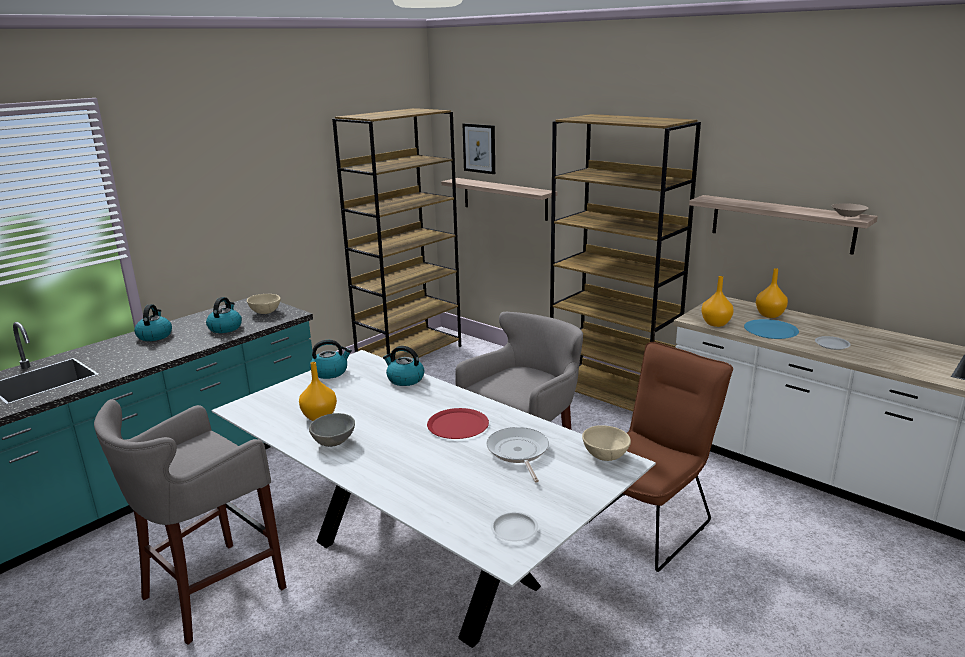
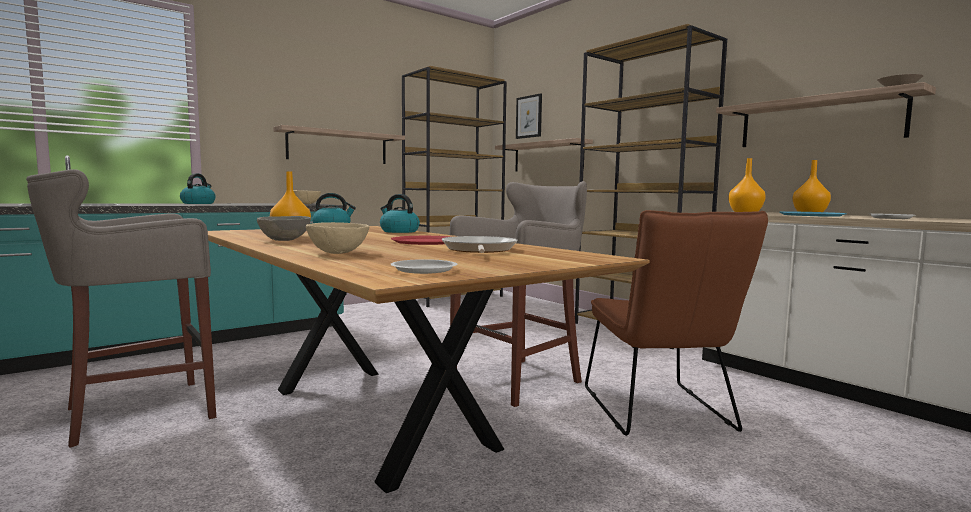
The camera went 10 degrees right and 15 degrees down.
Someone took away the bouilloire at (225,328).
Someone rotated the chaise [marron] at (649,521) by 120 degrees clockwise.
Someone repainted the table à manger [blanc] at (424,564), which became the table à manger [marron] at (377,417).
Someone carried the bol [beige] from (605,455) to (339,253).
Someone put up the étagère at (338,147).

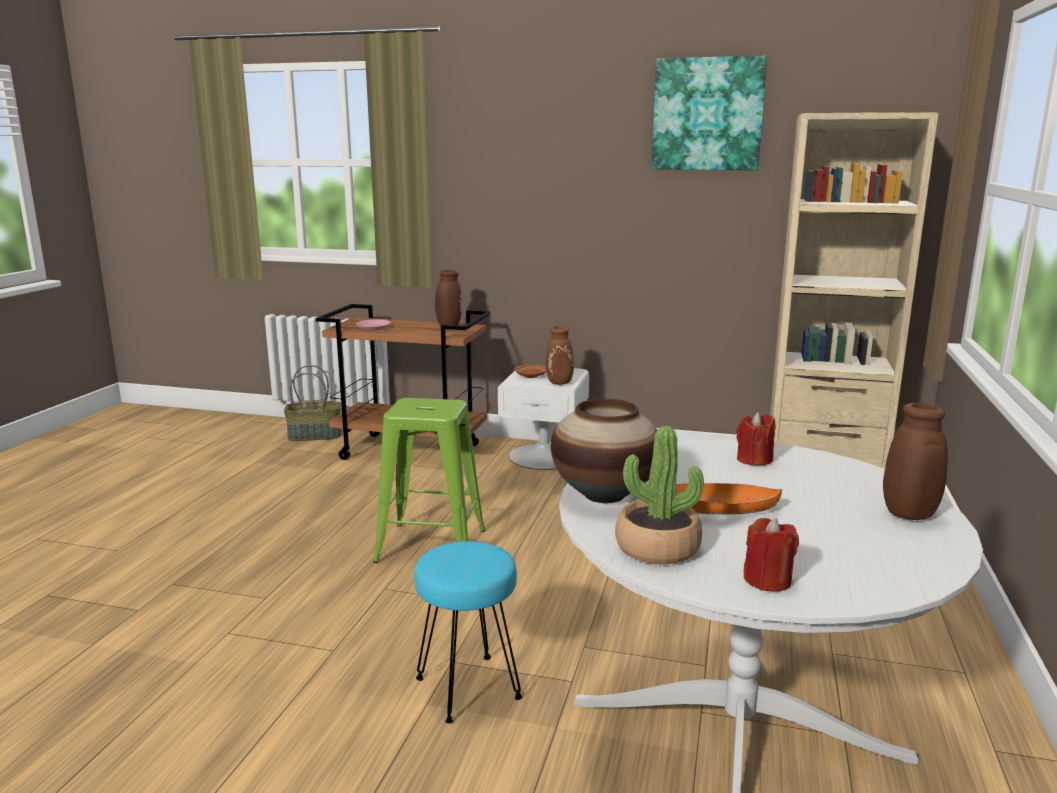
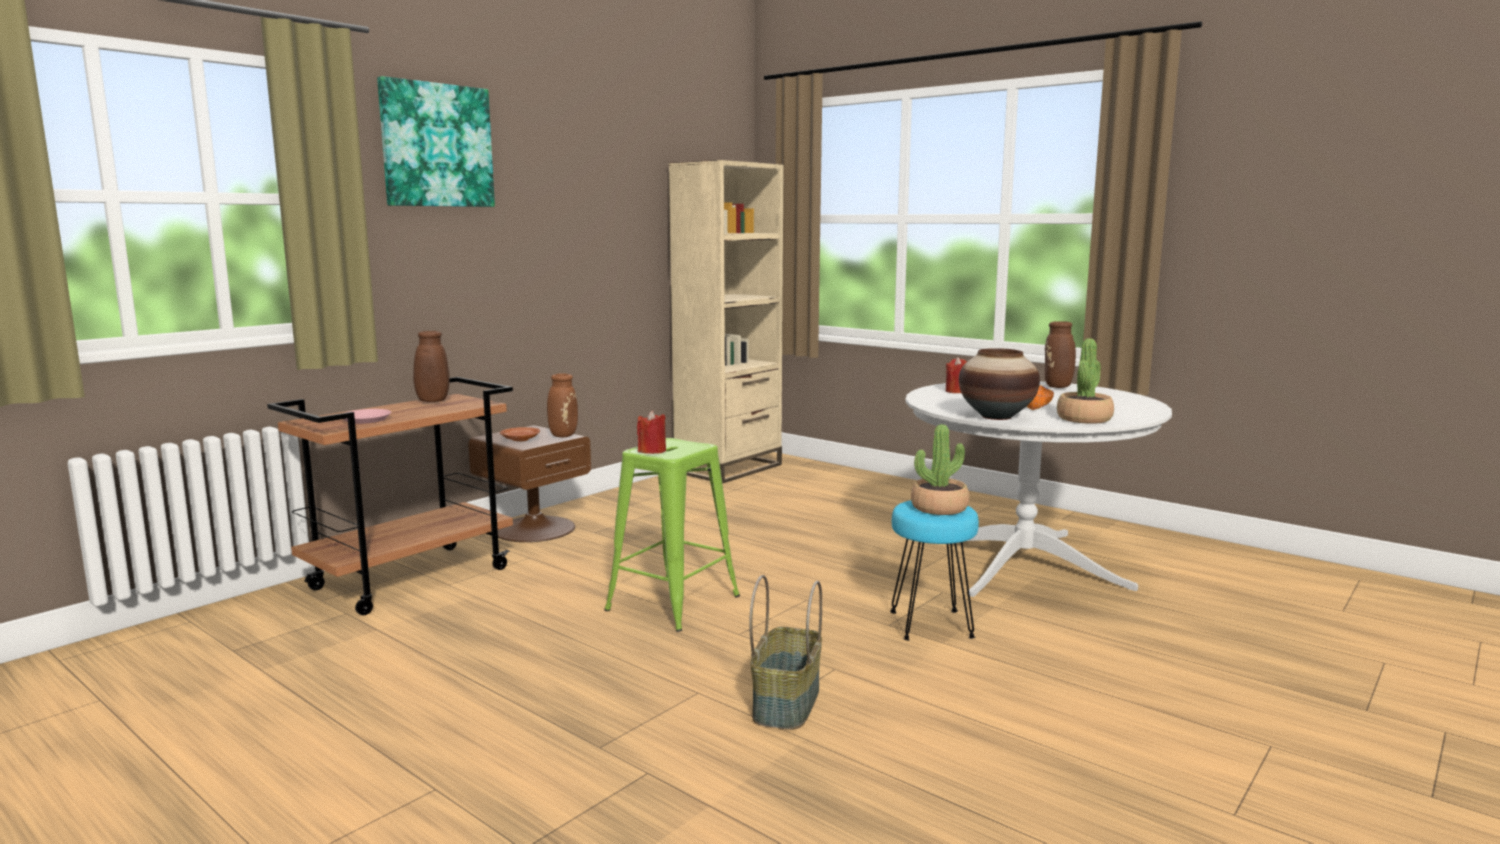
The camera went 65 degrees left and 5 degrees down.
Someone carried the tableau from (707,114) to (436,145).
Someone carried the panier from (315,435) to (785,703).
Someone repainted the table de chevet [blanc] at (544,456), which became the table de chevet [marron] at (534,528).
Someone carried the bougie [rouge] from (767,580) to (652,451).
Someone put down the plante en pot at (939,508).

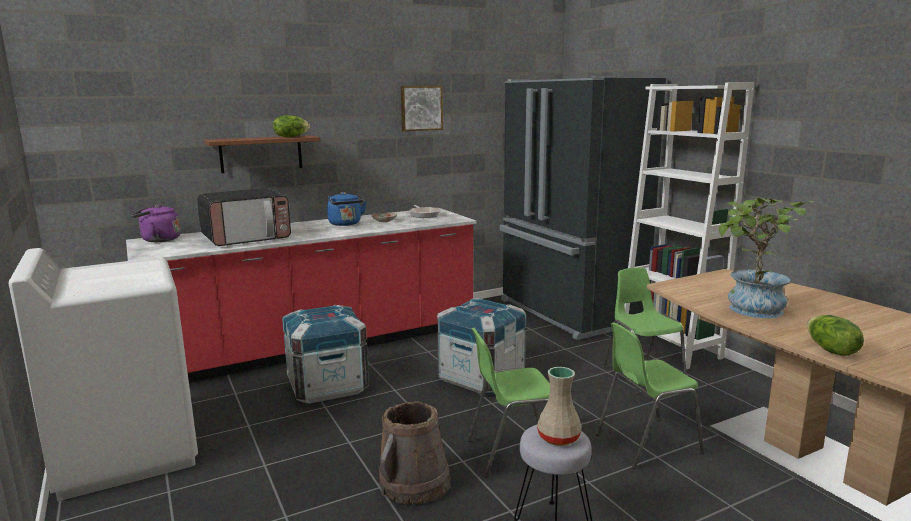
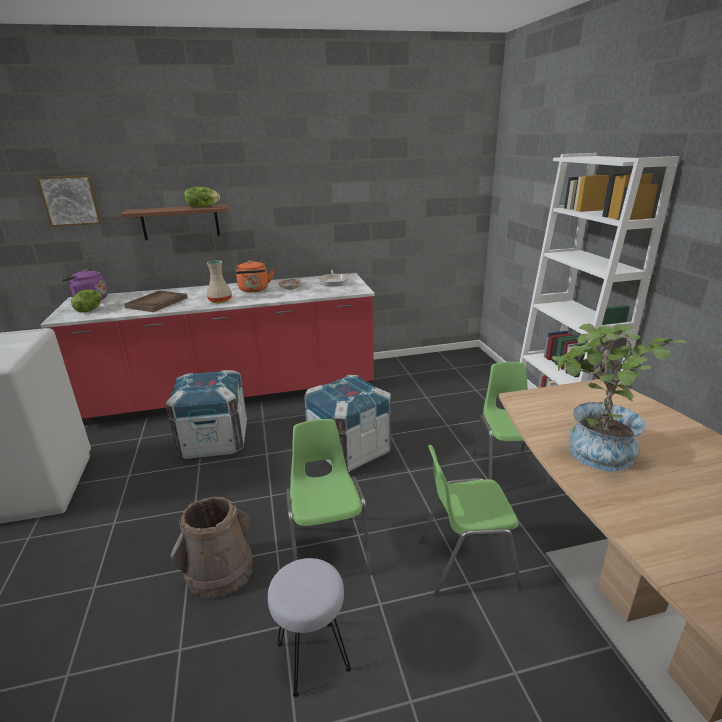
The camera went 15 degrees right and 10 degrees up.
Someone took away the réfrigérateur [noir] at (568,313).
Someone carried the tableau from (421,108) to (71,200).
Someone swapped the micro-ondes at (247,238) for the plateau [marron] at (157,302).
Someone repainted the bouilloire [bleu] at (346,224), which became the bouilloire [orange] at (254,290).
Someone carried the laitue from (830,350) to (89,310).
Someone rotated the chaise [vert] at (513,453) by 75 degrees clockwise.
Someone carried the vase [beige] from (559,437) to (221,301).

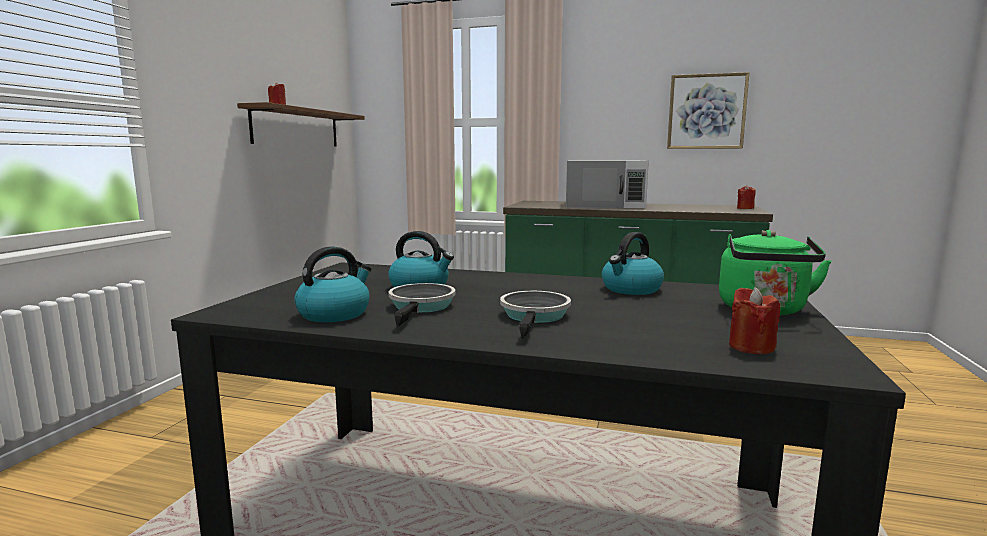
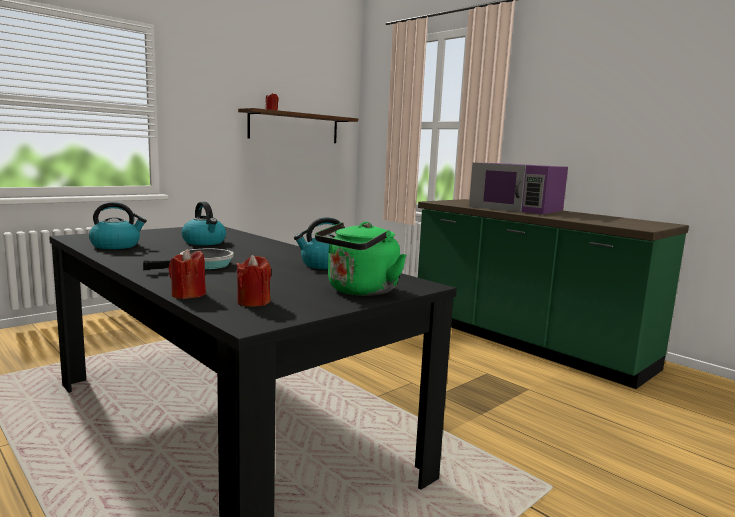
The camera went 30 degrees right and 0 degrees up.
Someone took away the tableau at (706,112).
Someone repainted the micro-ondes [blanc] at (604,205), which became the micro-ondes [violet] at (516,208).
Someone carried the bougie [rouge] from (745,208) to (188,295).
Someone took away the poêle at (421,307).

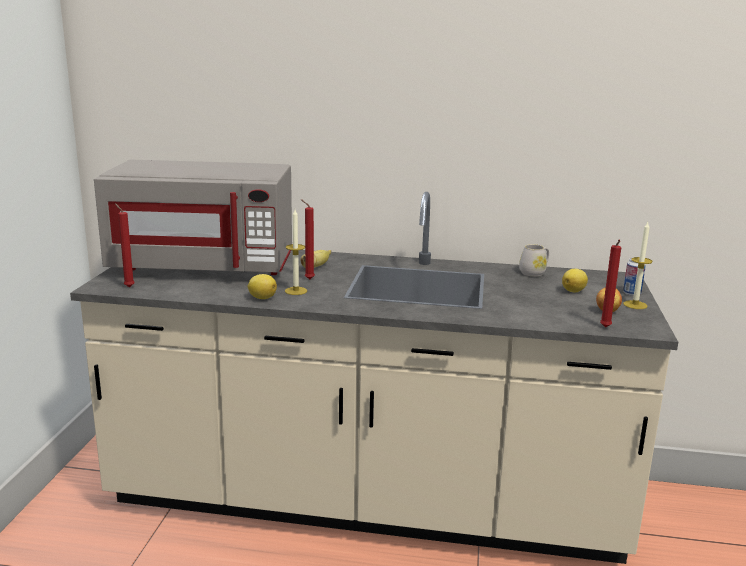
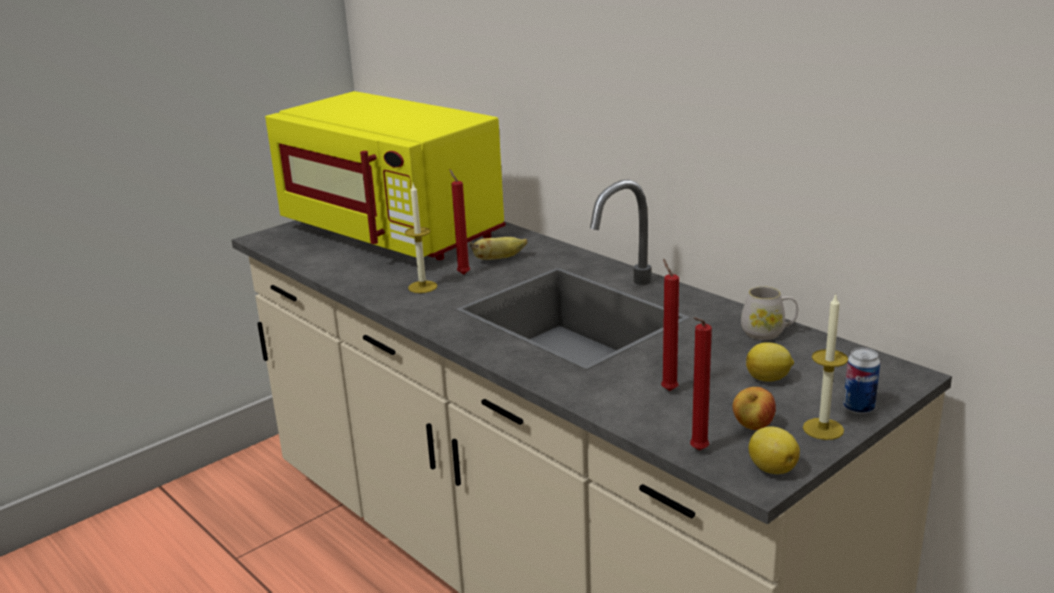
The camera went 40 degrees right and 5 degrees up.
Someone repainted the micro-ondes [gris] at (204,265), which became the micro-ondes [jaune] at (393,231).
Someone carried the bougie [rouge] from (128,287) to (668,389).
Someone carried the citron from (262,298) to (771,468).

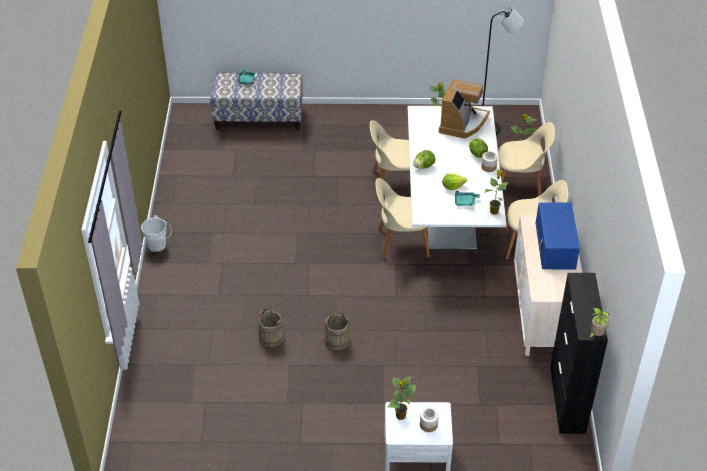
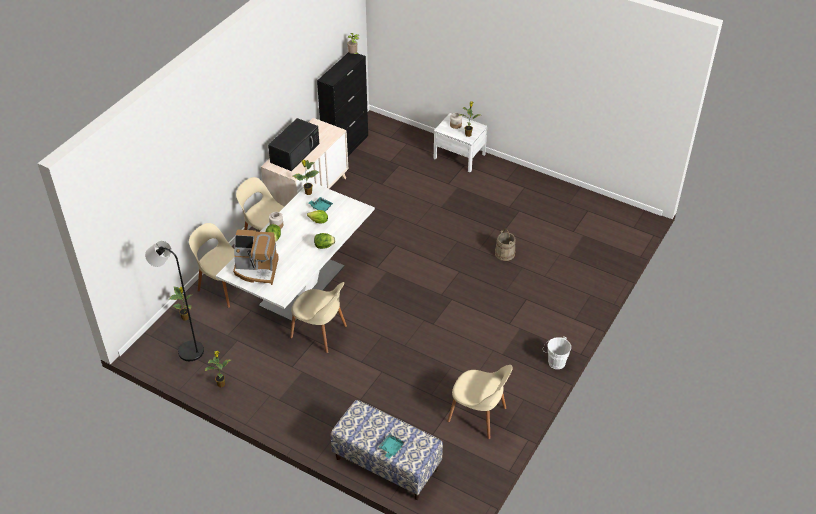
The camera went 150 degrees left and 0 degrees up.
Someone rotated the machine à café at (462,123) by 135 degrees counterclockwise.
Someone carried the chaise [beige] from (401,243) to (478,416).
Someone repainted the micro-ondes [bleu] at (555,246), which became the micro-ondes [noir] at (295,152).
Someone took away the seau [beige] at (337,340).

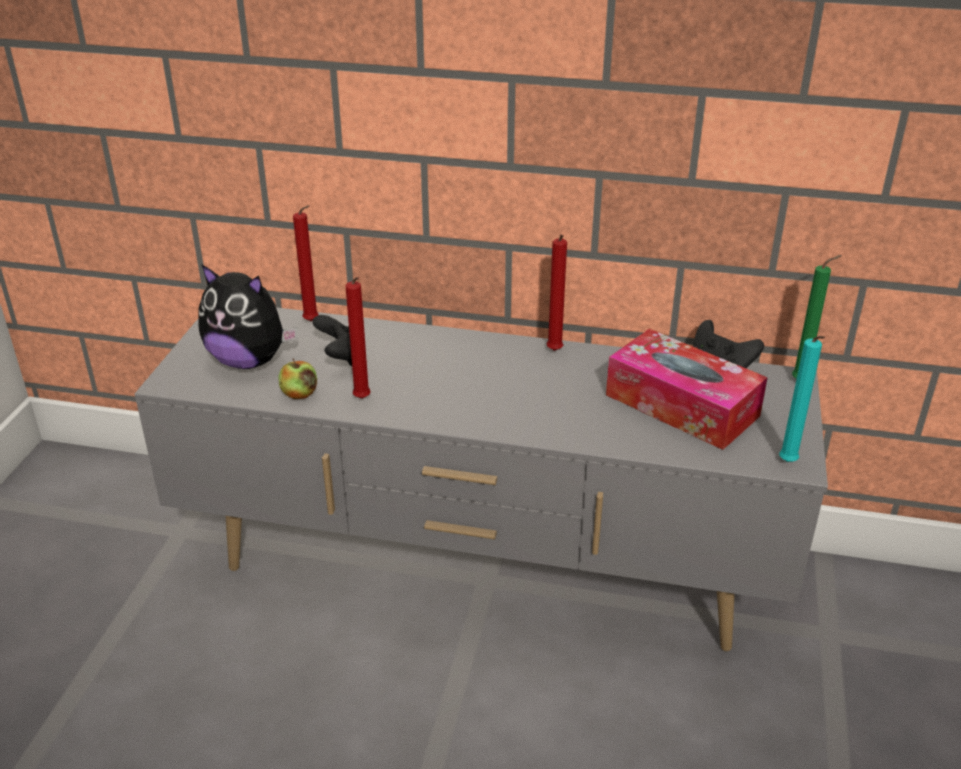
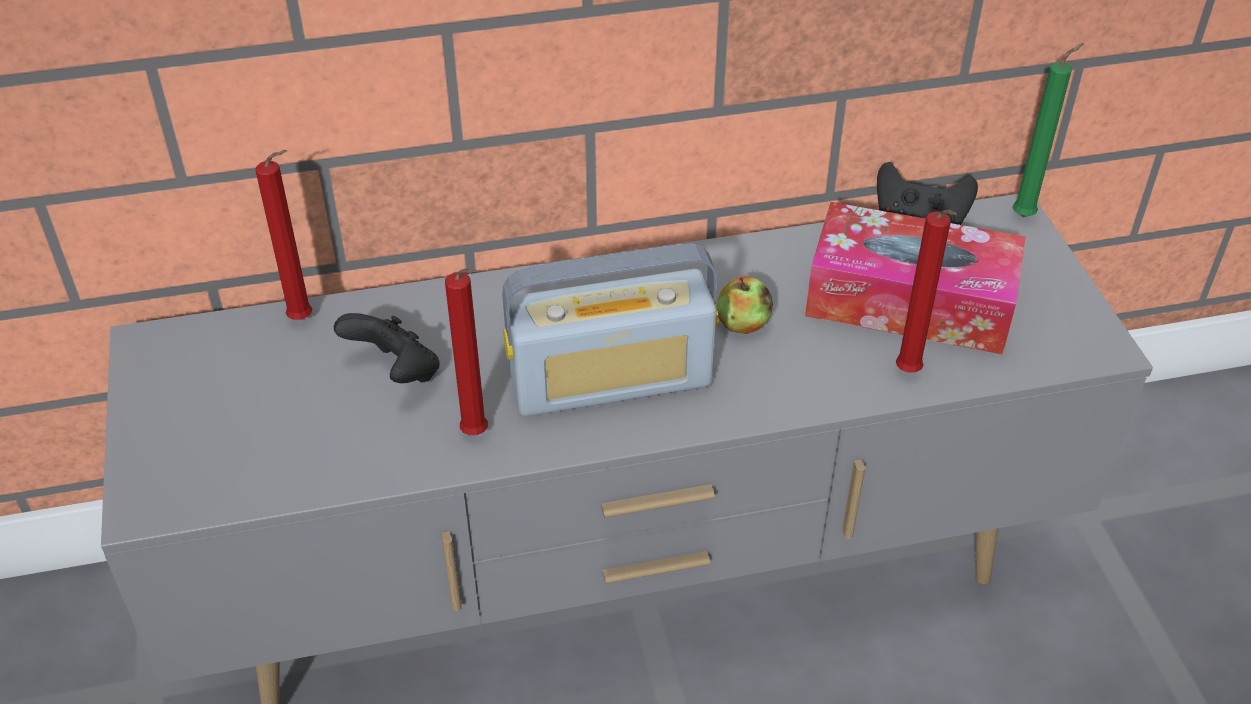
The camera went 25 degrees left and 10 degrees up.
Someone carried the bougie [rouge] from (554,352) to (910,374).
Someone took away the peluche at (249,361).
Someone took away the bougie [turquoise] at (788,464).
Someone carried the pomme from (299,394) to (743,323).
Someone put down the radio at (611,381).

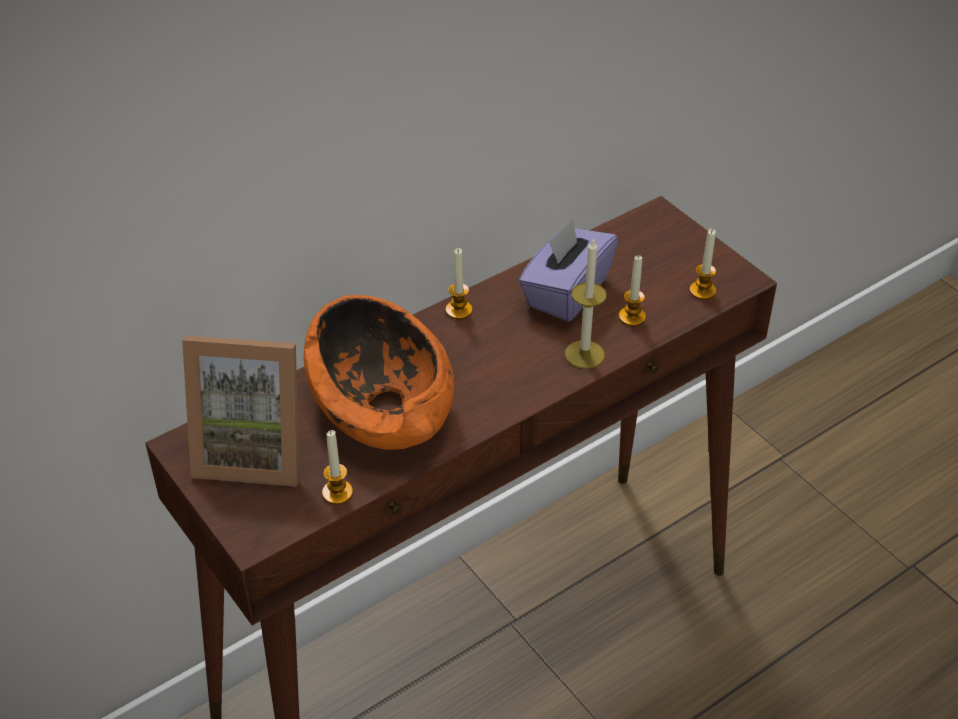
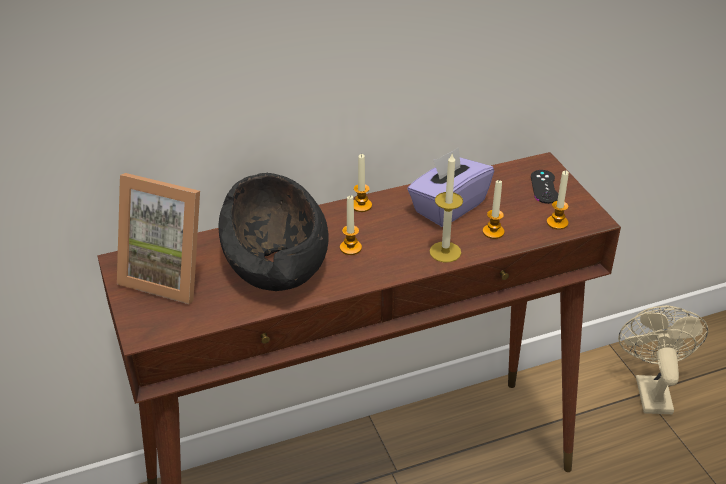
The camera went 15 degrees right and 5 degrees down.
Someone repainted the bol [orange] at (382,405), which became the bol [noir] at (276,260).
Someone carried the bougie from (337,493) to (350,248).
Someone put down the manette [noir] at (544,187).
Someone put down the ventilateur [beige] at (651,389).

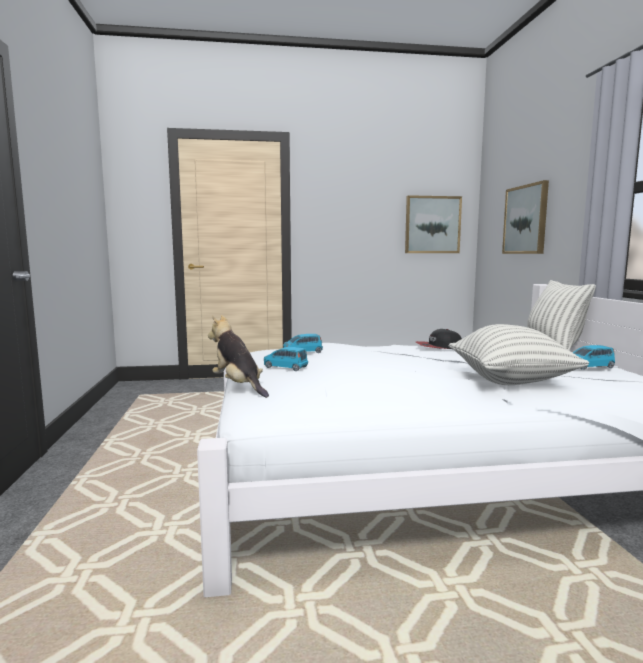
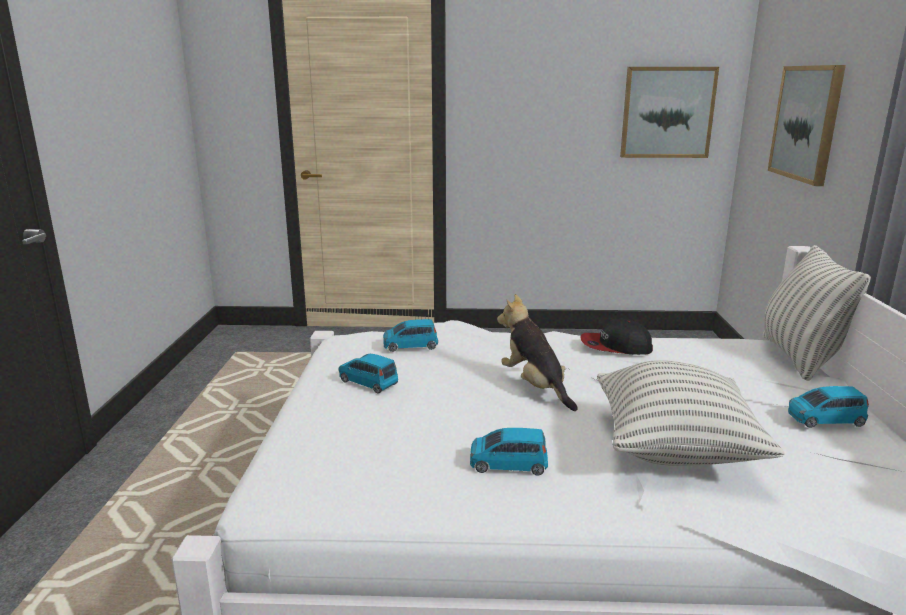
The camera went 10 degrees right and 10 degrees up.
Someone carried the peluche from (238,386) to (535,387).
Someone put down the petite voiture [bleu] at (508,465).

